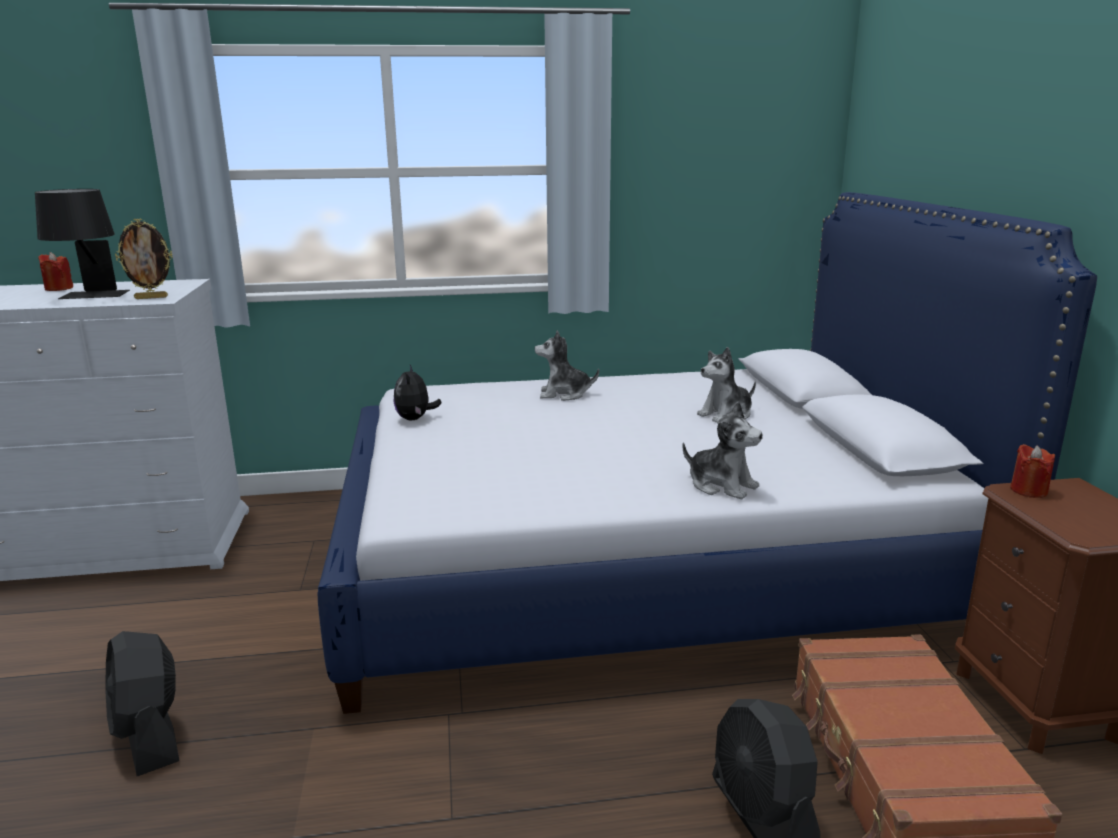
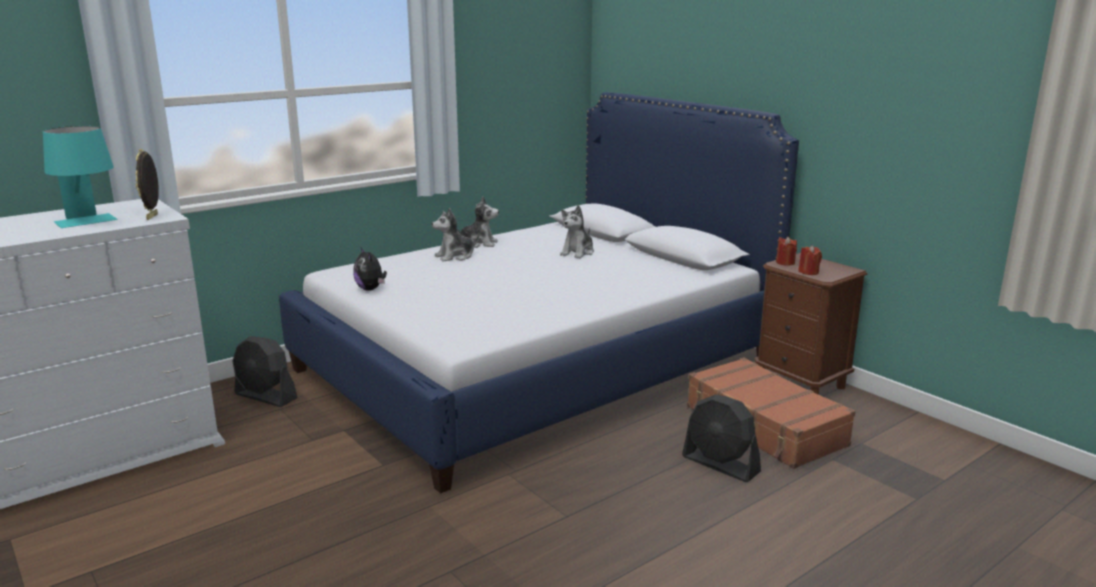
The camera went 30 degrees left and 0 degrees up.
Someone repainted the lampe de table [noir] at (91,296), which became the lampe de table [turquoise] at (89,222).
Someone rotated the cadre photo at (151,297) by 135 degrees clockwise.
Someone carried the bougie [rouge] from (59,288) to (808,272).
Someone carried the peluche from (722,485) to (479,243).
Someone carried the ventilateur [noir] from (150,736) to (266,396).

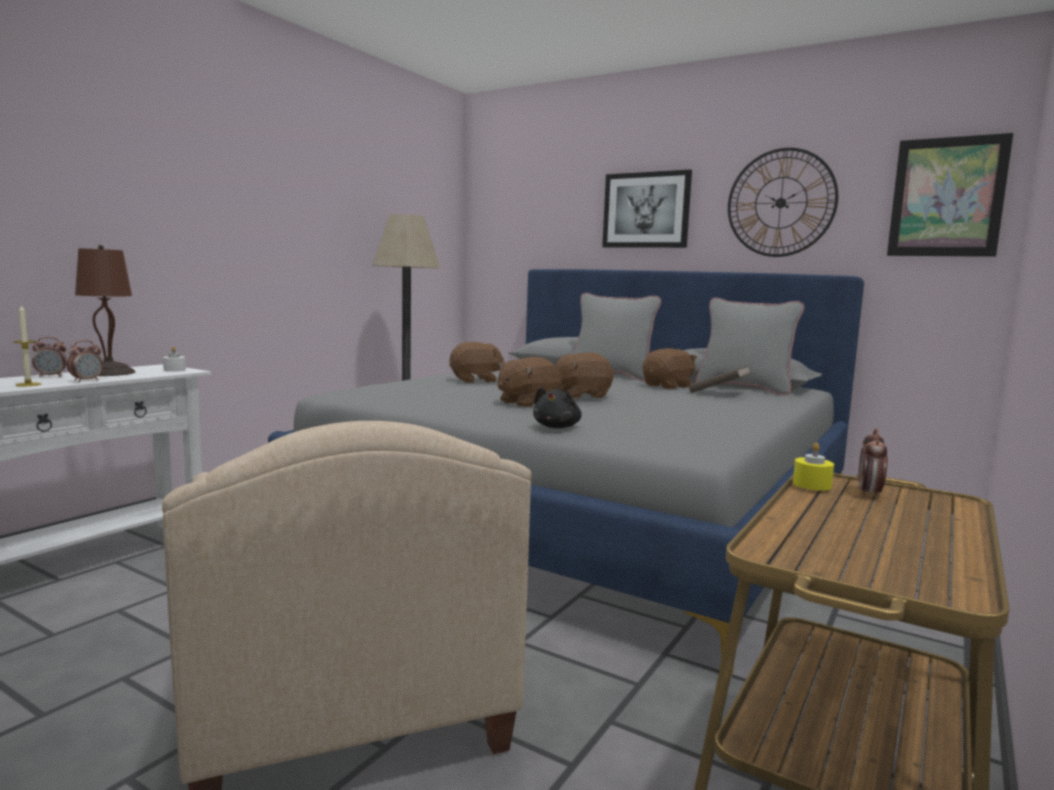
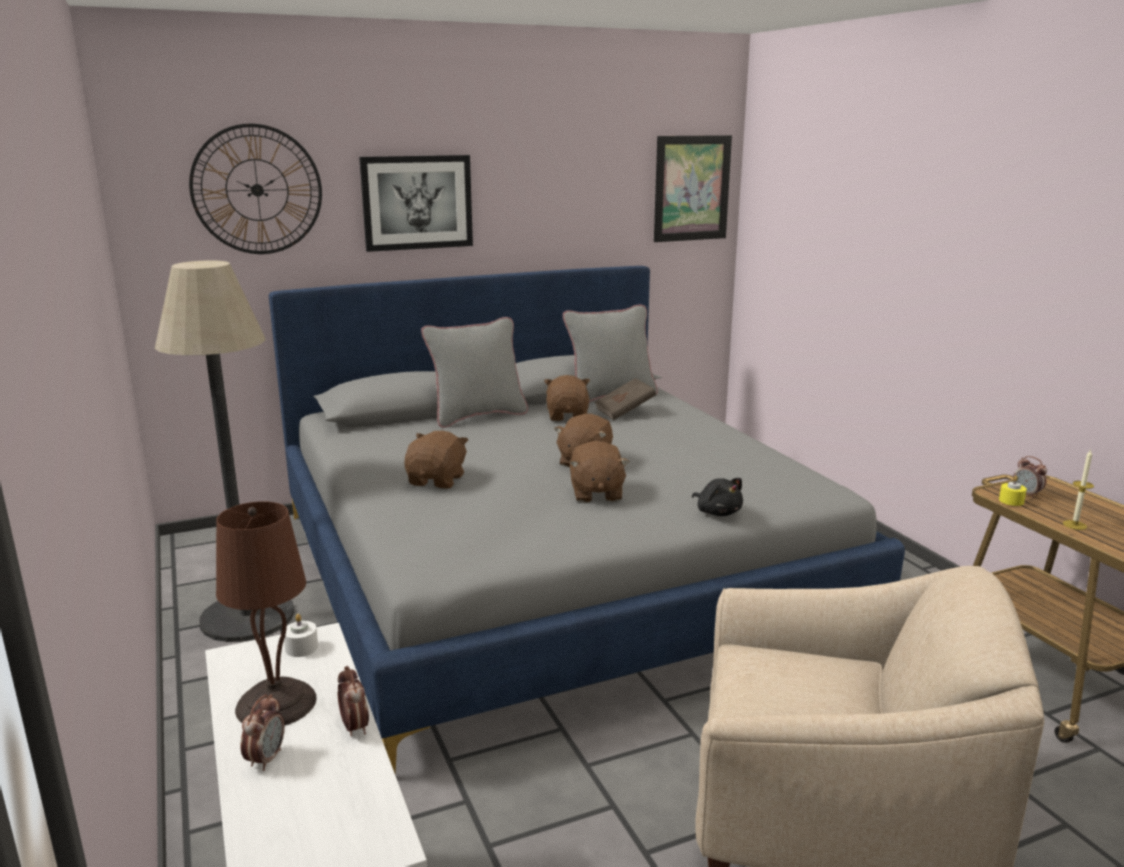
The camera went 55 degrees left and 10 degrees up.
Someone carried the horloge murale from (780,203) to (257,190).
Someone carried the bougie from (28,384) to (1074,525).

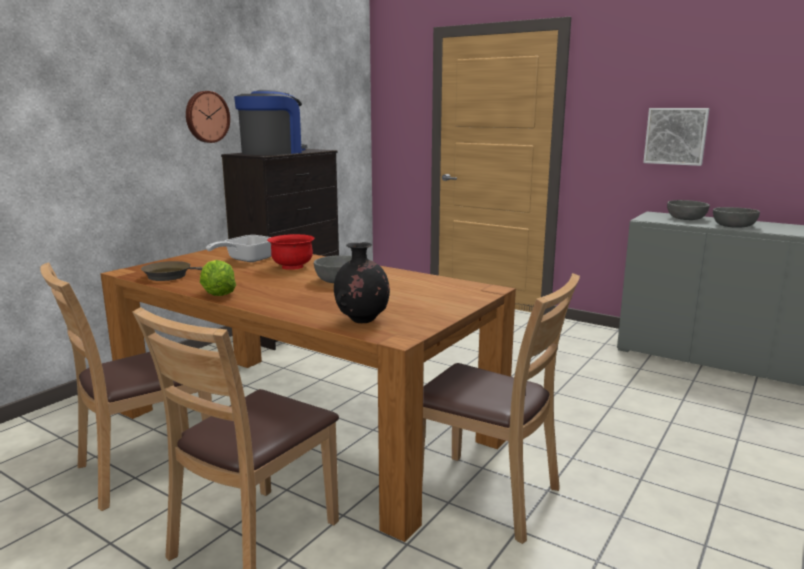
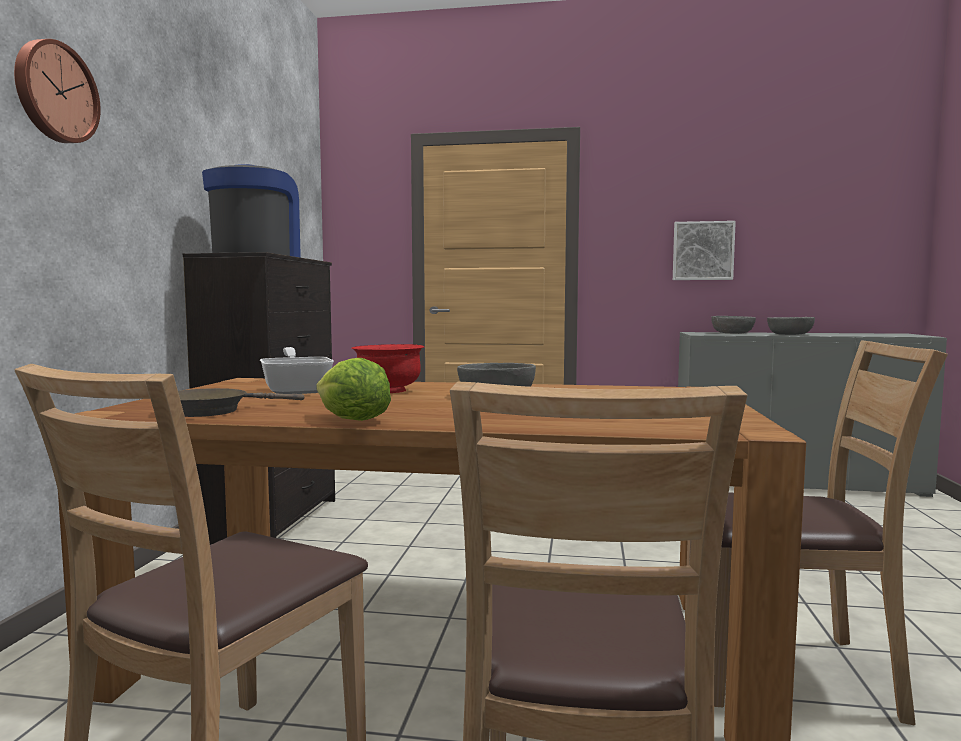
The camera went 25 degrees left and 10 degrees down.
Someone carried the horloge murale from (206,117) to (54,92).
Someone rotated the poêle at (246,260) by 150 degrees clockwise.
Someone took away the vase [noir] at (362,321).

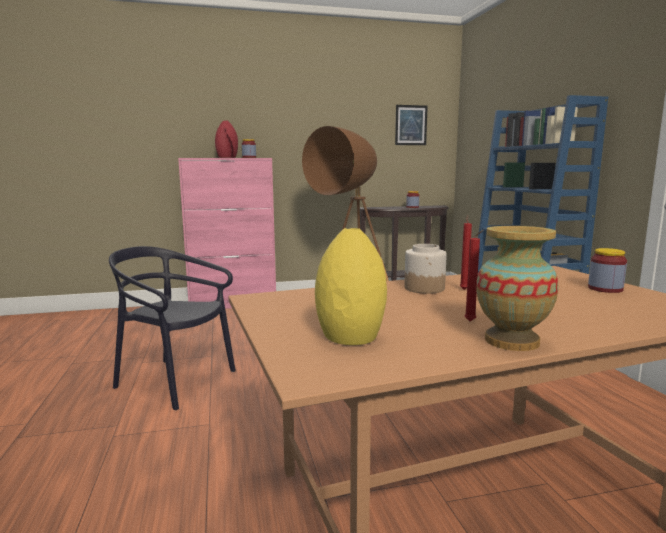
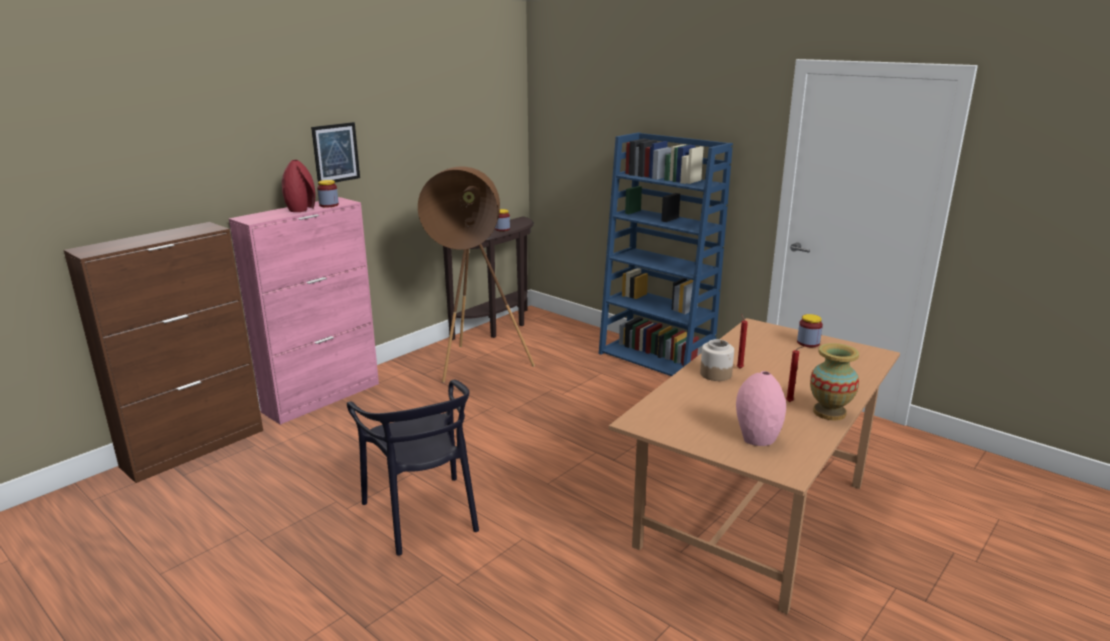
The camera went 35 degrees left and 10 degrees up.
Someone carried the tableau from (411,125) to (336,153).
Someone repainted the vase [jaune] at (350,337), which became the vase [rose] at (757,438).
Someone rotated the chaise [noir] at (175,381) by 105 degrees counterclockwise.
Someone put down the meuble de rangement [marron] at (195,448).

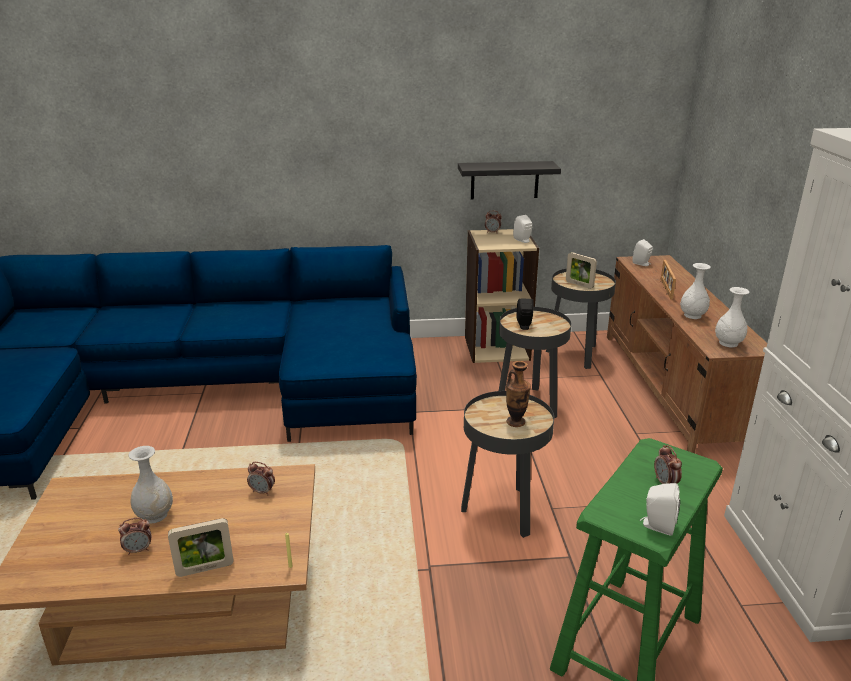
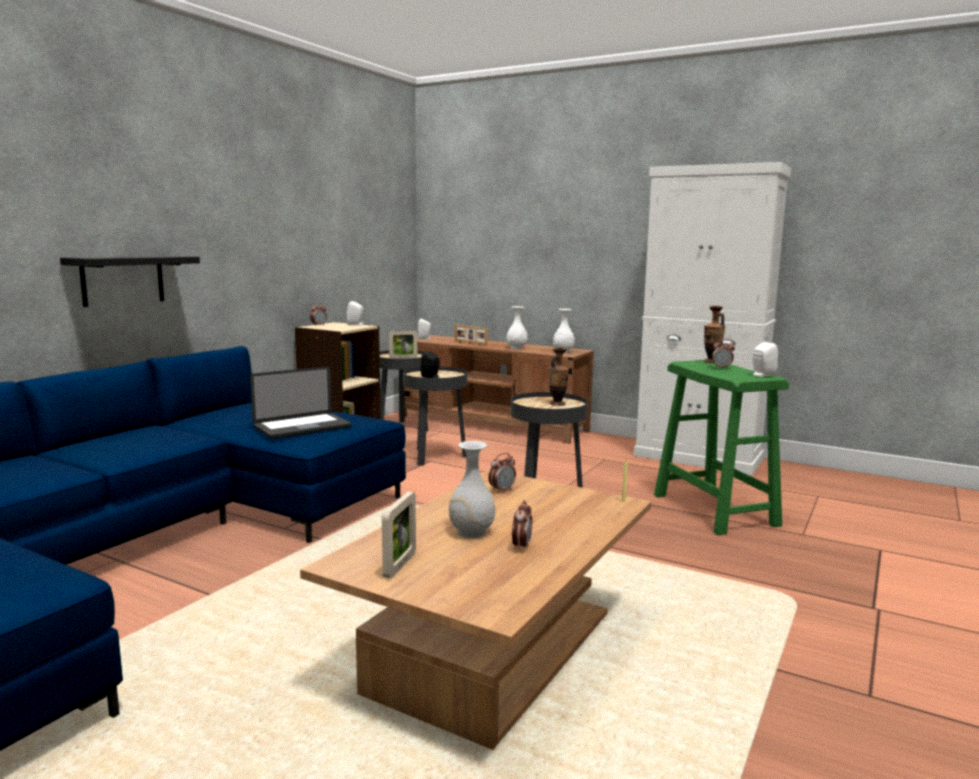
The camera went 55 degrees left and 15 degrees down.
Someone carried the étagère [noir] from (504,180) to (123,280).
Someone carried the cadre photo from (205,569) to (400,565).
Someone put down the vase at (711,362).
Someone put down the ordinateur portable at (302,427).

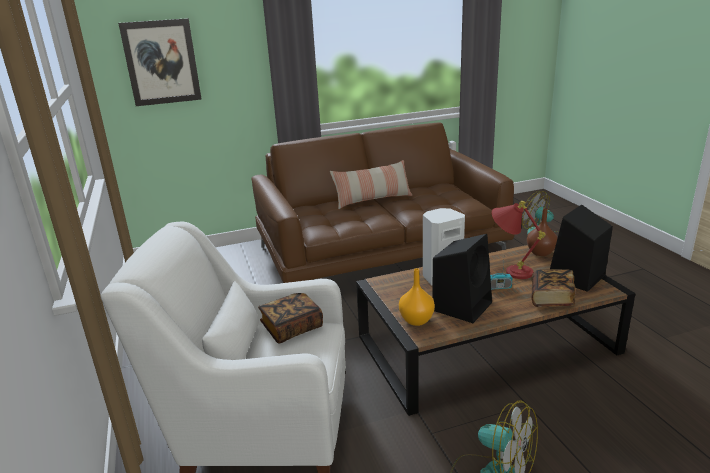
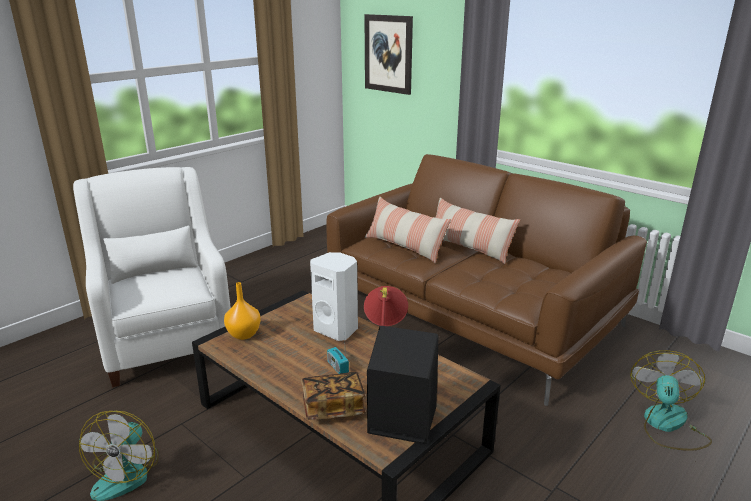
The camera went 60 degrees right and 0 degrees up.
Someone took away the vase [marron] at (540,253).
Someone took away the enceinte [noir] at (462,305).
Someone took away the livre at (292,328).
Someone put down the coussin at (405,247).

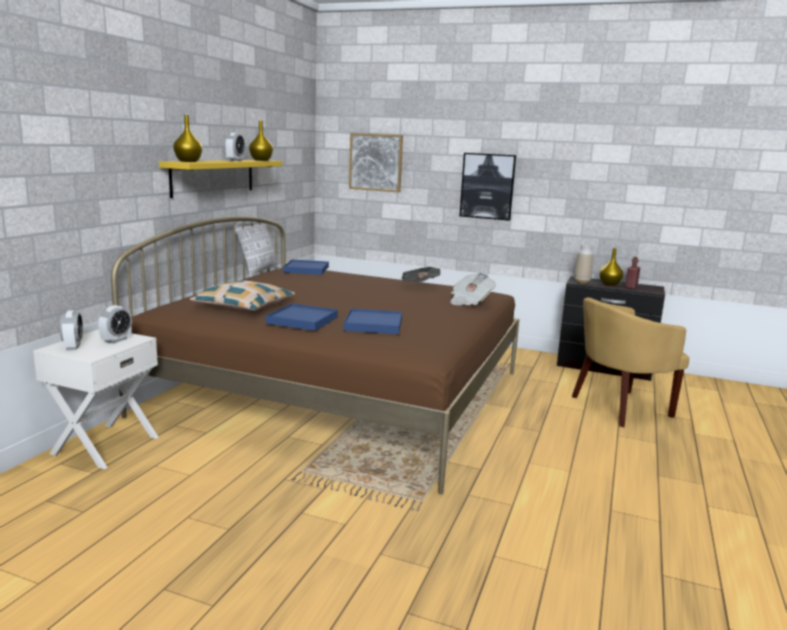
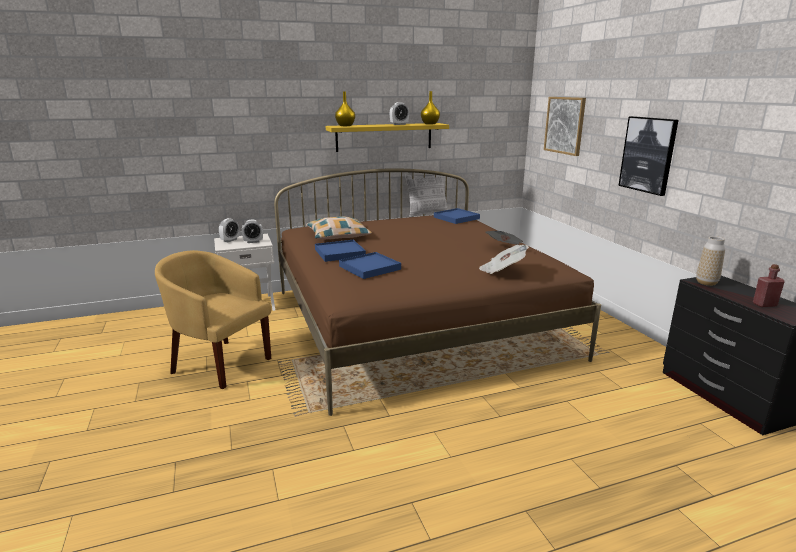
The camera went 50 degrees right and 5 degrees up.
Someone took away the vase [jaune] at (609,284).
Someone carried the fauteuil [jaune] from (619,408) to (220,363).

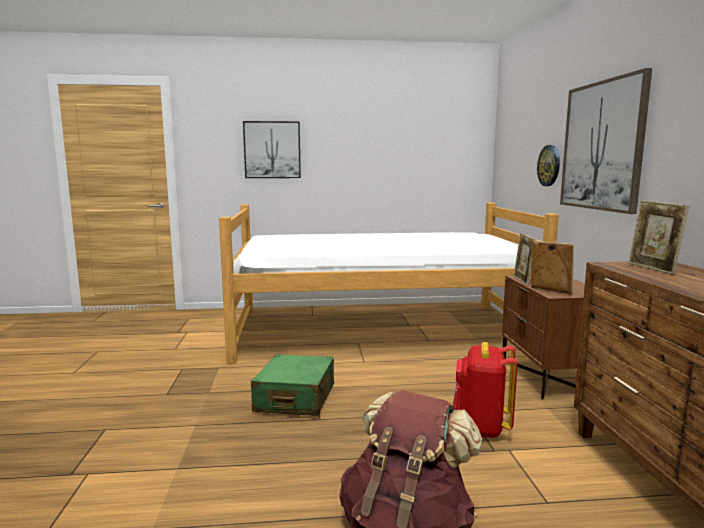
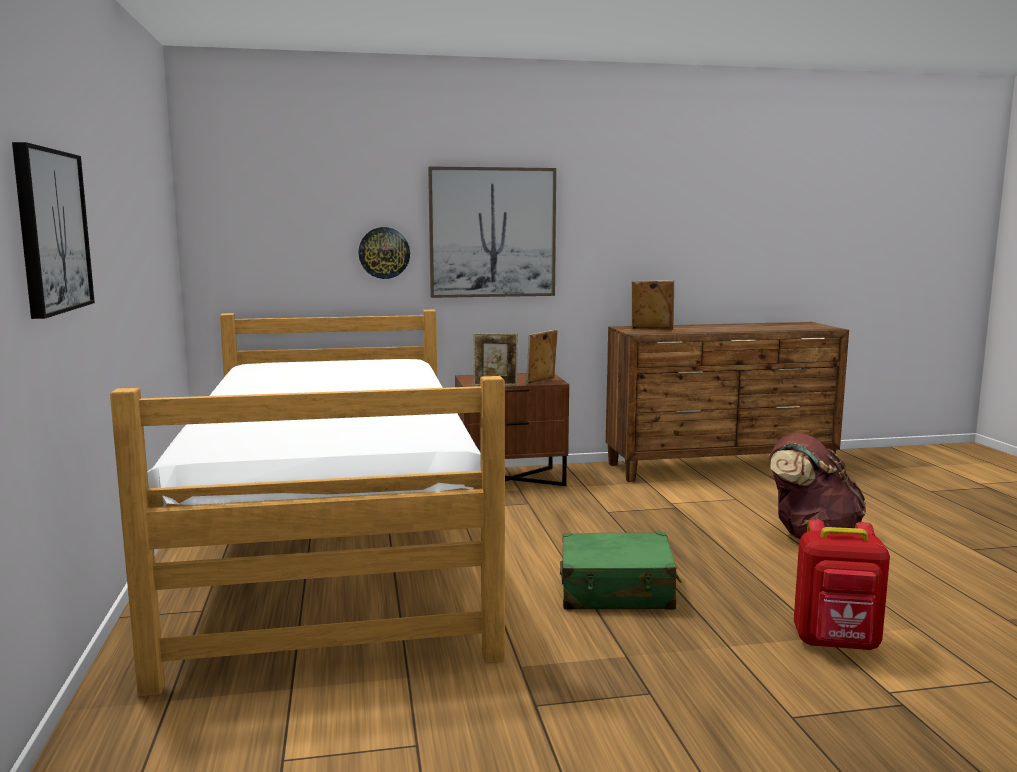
The camera went 95 degrees left and 0 degrees up.
Someone rotated the cadre photo at (652,269) by 150 degrees counterclockwise.
Someone carried the sac à dos [rouge] from (481,427) to (837,643).

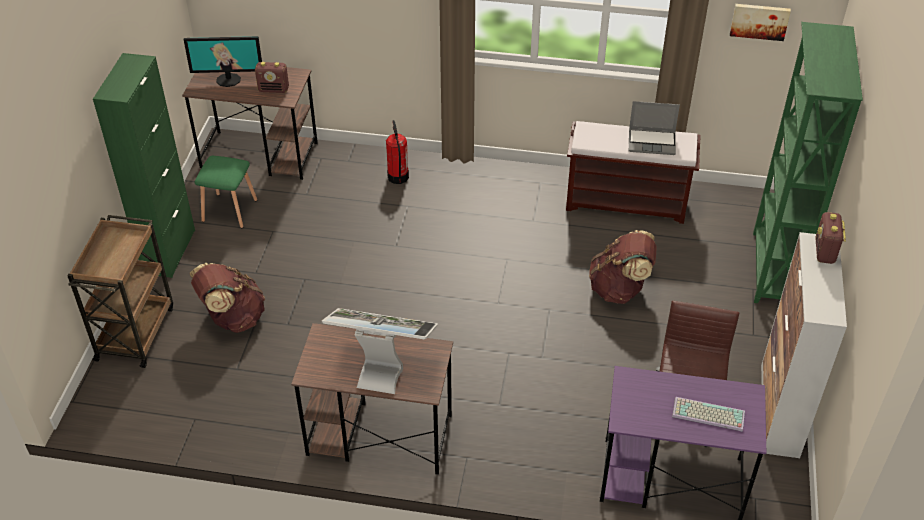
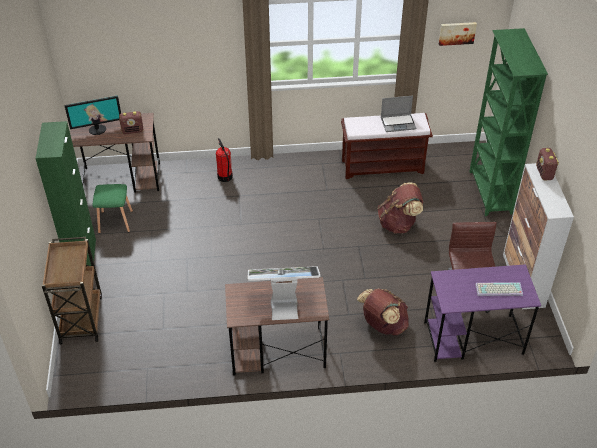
The camera went 15 degrees left and 0 degrees up.
Someone carried the sac à dos [marron] from (233,318) to (383,325).

